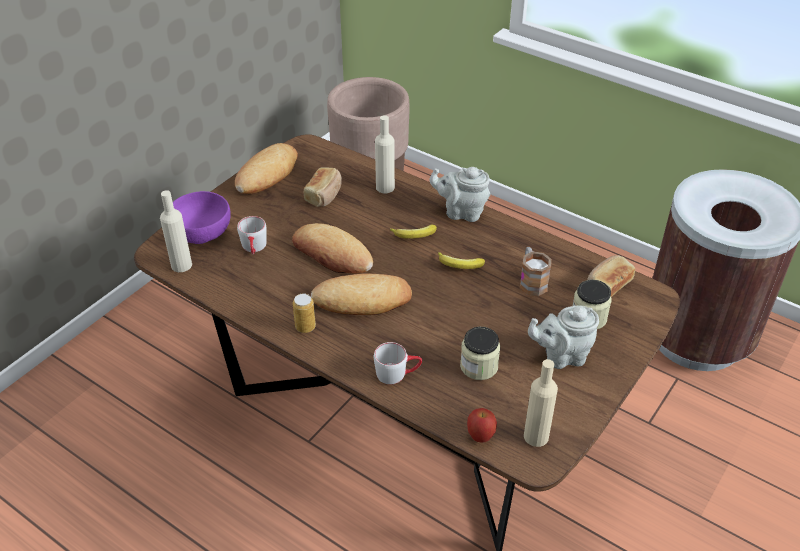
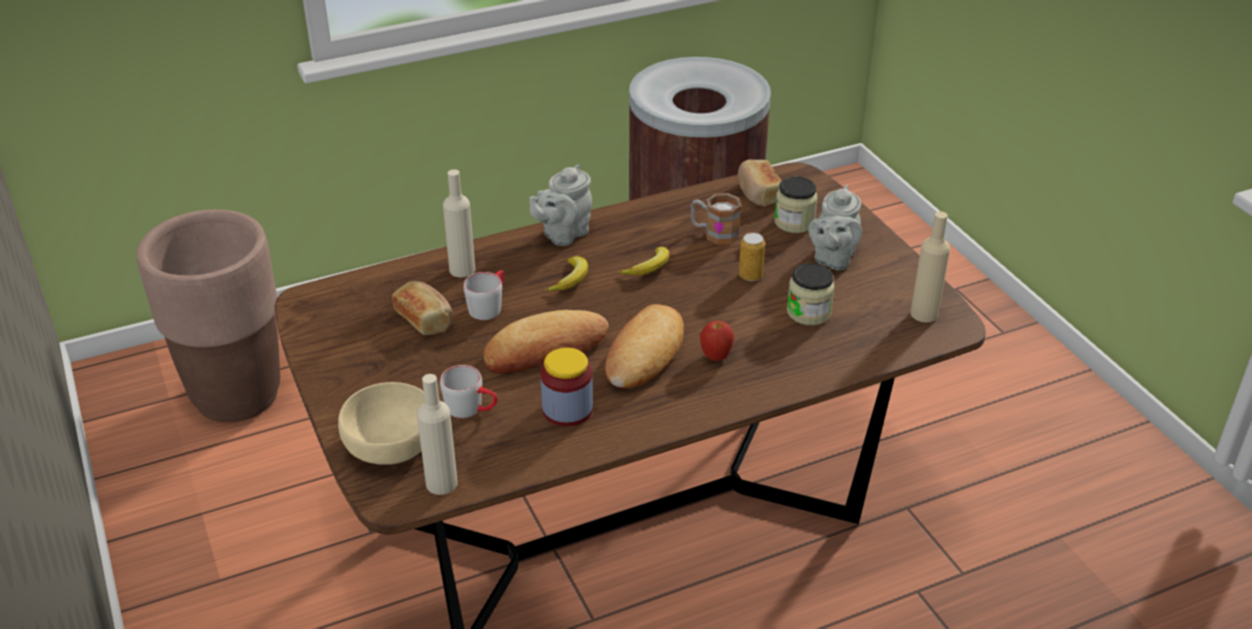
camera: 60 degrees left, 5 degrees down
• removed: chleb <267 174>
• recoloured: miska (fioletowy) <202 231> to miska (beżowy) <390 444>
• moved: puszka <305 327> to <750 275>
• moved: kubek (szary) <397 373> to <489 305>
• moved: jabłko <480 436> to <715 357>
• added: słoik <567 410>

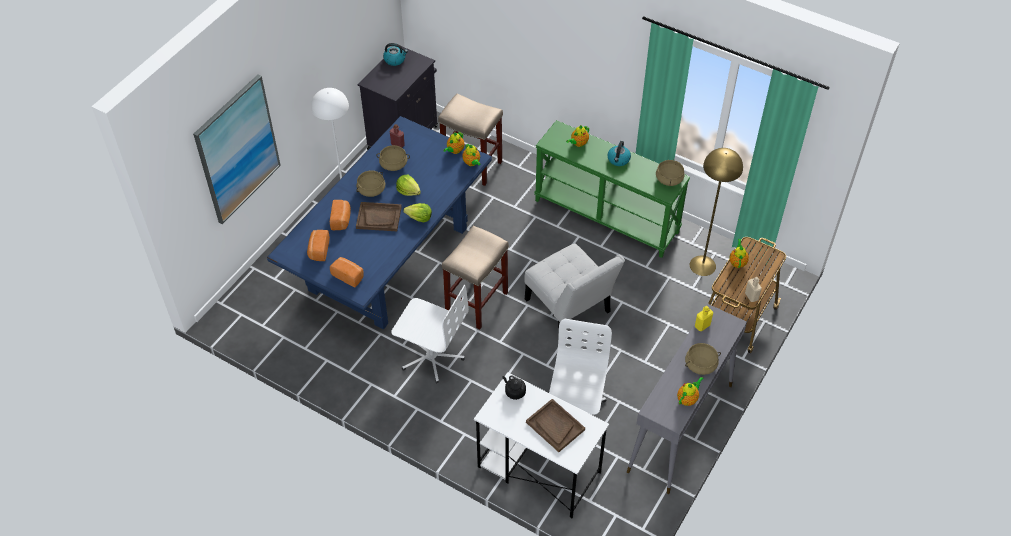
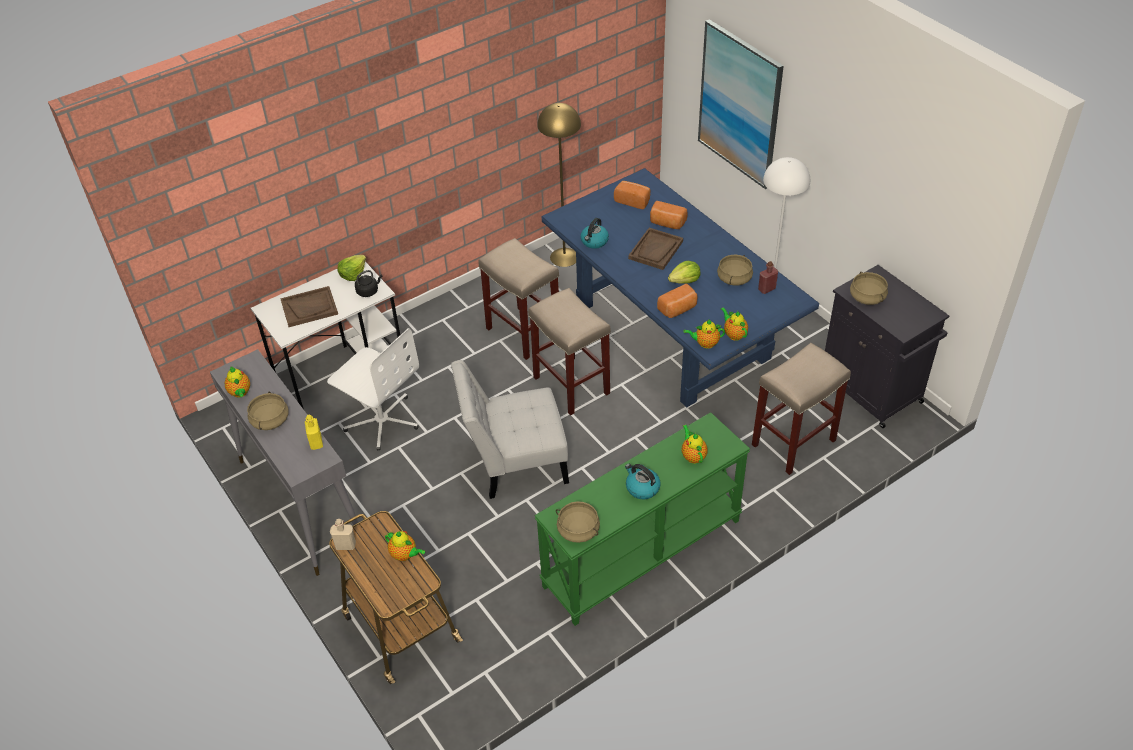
camera: 115 degrees right, 5 degrees down
• moved: czajnik <395 59> to <594 242>
• moved: lampa stojąca (żółty) <702 265> to <564 257>
• moved: garnek (beżowy) <371 189> to <867 297>
• moved: sałata <419 218> to <353 274>
• moved: chleb <348 276> to <678 309>
• replaced: krzesło biurowe (biały) <432 356> to stołek (beżowy) <522 332>

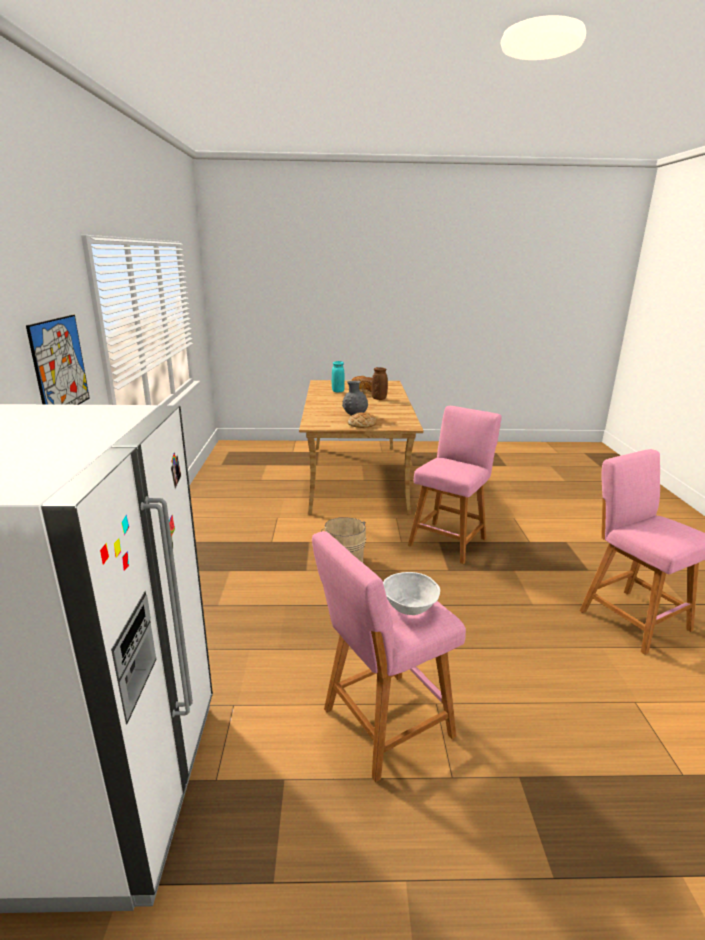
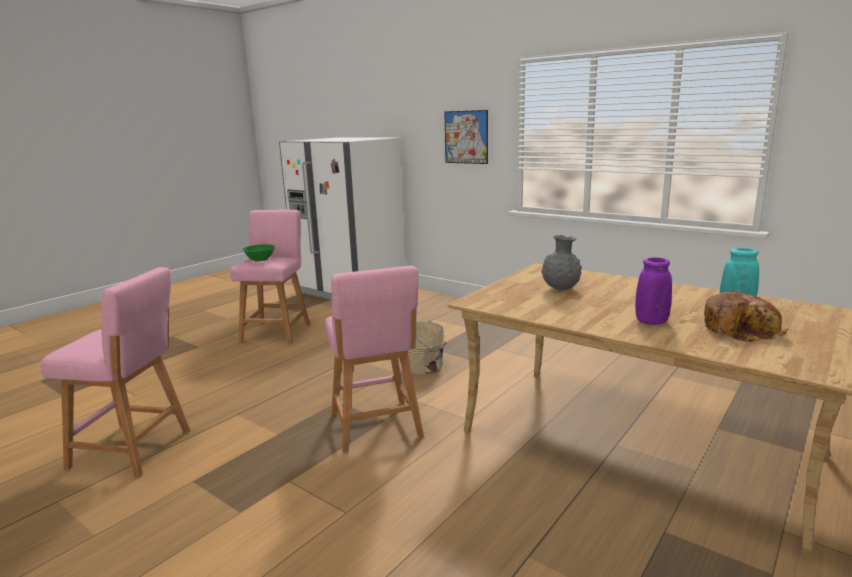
camera: 130 degrees right, 5 degrees down
• recoloured: wazon (brązowy) <379 399> to wazon (fioletowy) <651 322>
• removed: chleb <362 424>
• recoloured: miska (biały) <410 607> to miska (zielony) <259 259>

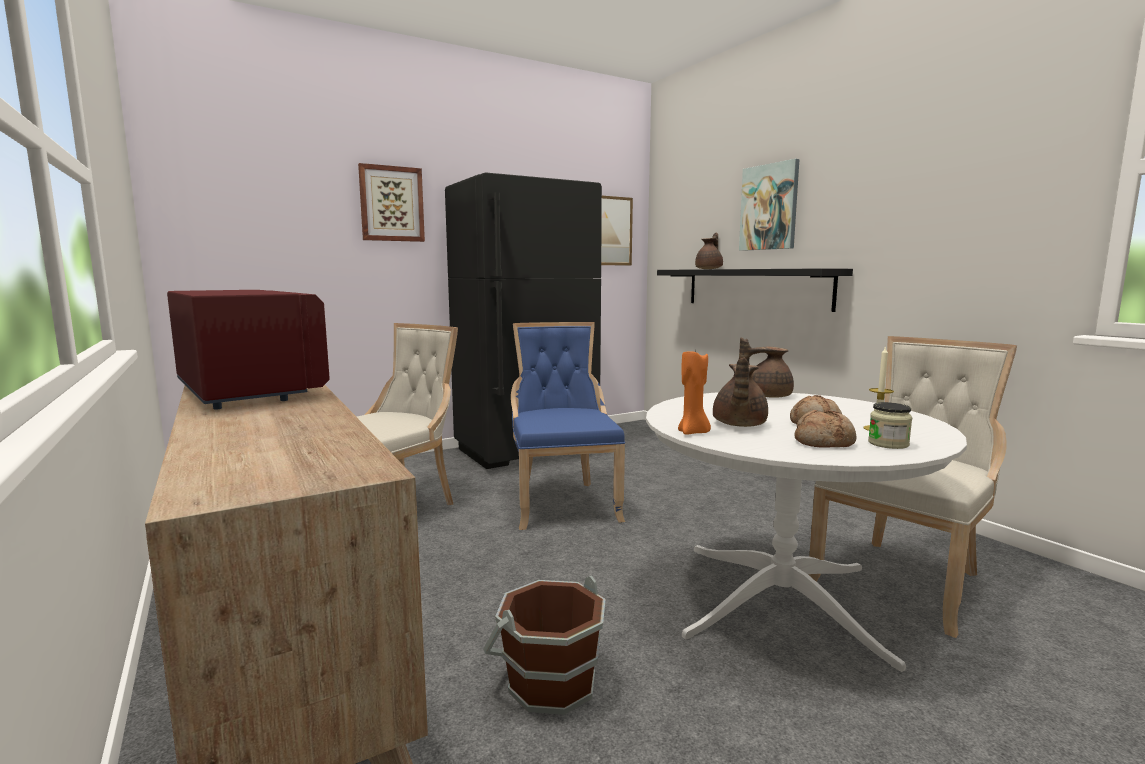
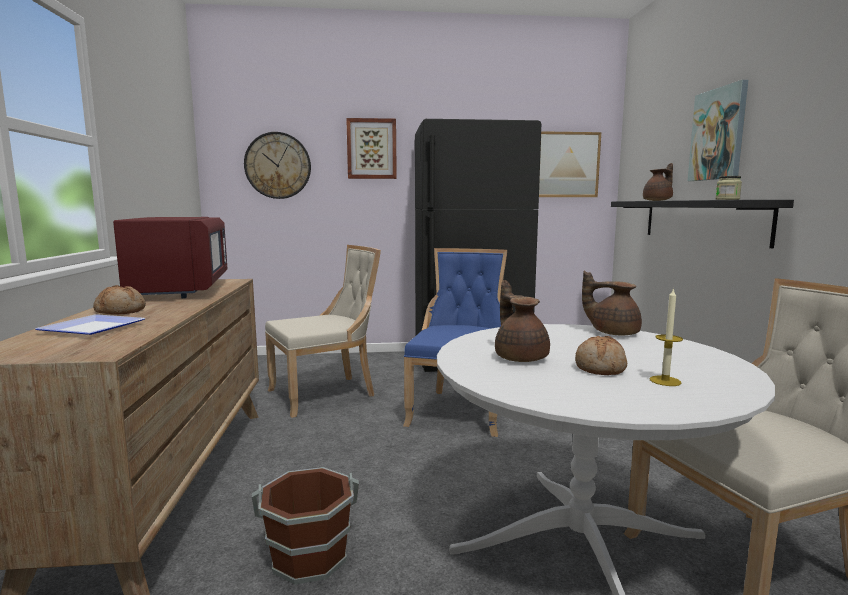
camera: 25 degrees right, 0 degrees up
• removed: świeca (pomarańczowy) <693 433>
• turned: imbryk (brązowy) <738 425> = <520 357> 120 degrees clockwise
• moved: słoik <888 444> to <727 199>
• moved: chleb <824 442> to <121 311>
• added: zegar ścienny <278 165>
• added: talerz <92 329>

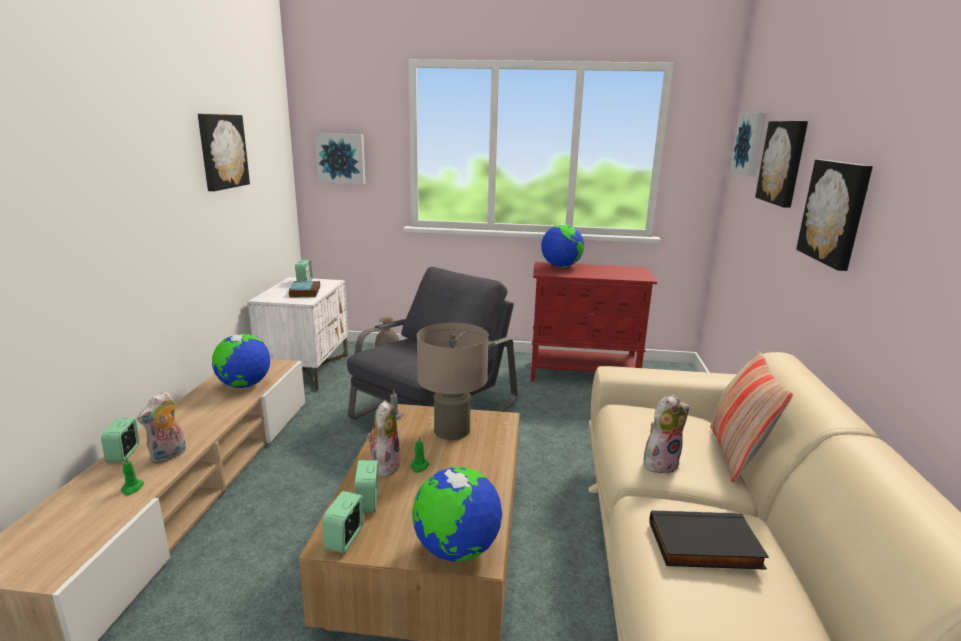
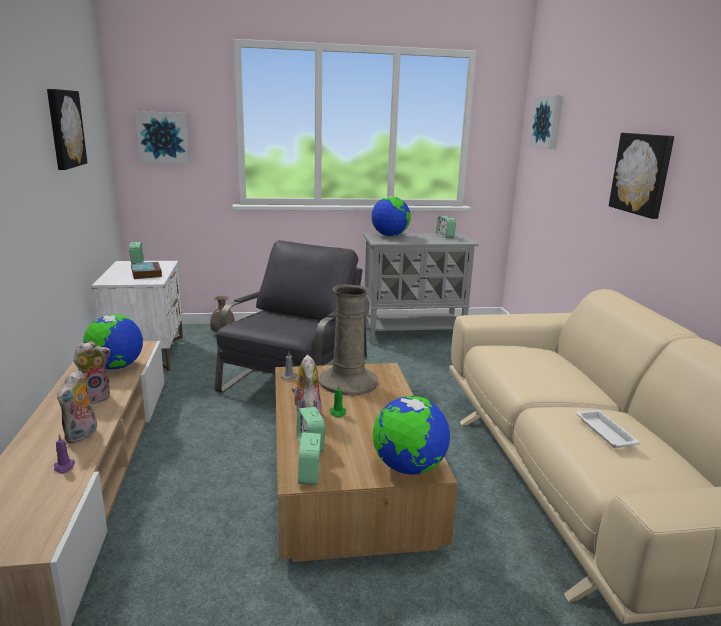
camera: 15 degrees left, 0 degrees up
• removed: obraz <783 162>
• recoloured: szafka (czerwony) <584 374> to szafka (szary) <414 334>
• replaced: lampa stołowa (beżowy) <452 430> to wazon (beżowy) <348 382>
• removed: poduszka <737 455>
• moved: pluszak <660 463> to <94 397>
• moved: budzik <124 454> to <445 236>
• recoloured: świeca (zielony) <132 488> to świeca (fioletowy) <64 467>
• replaced: książka (czarny) <704 546> to taca (biały) <604 431>

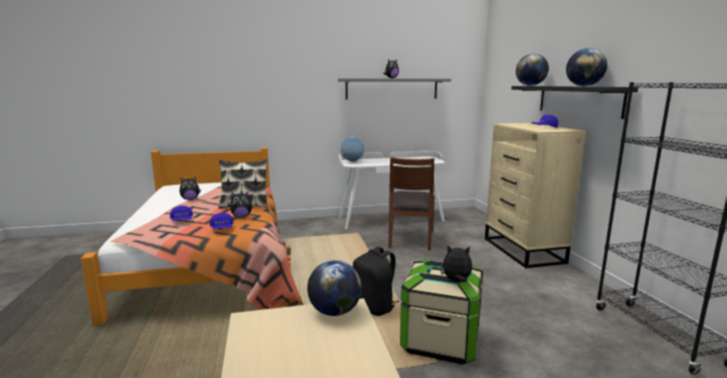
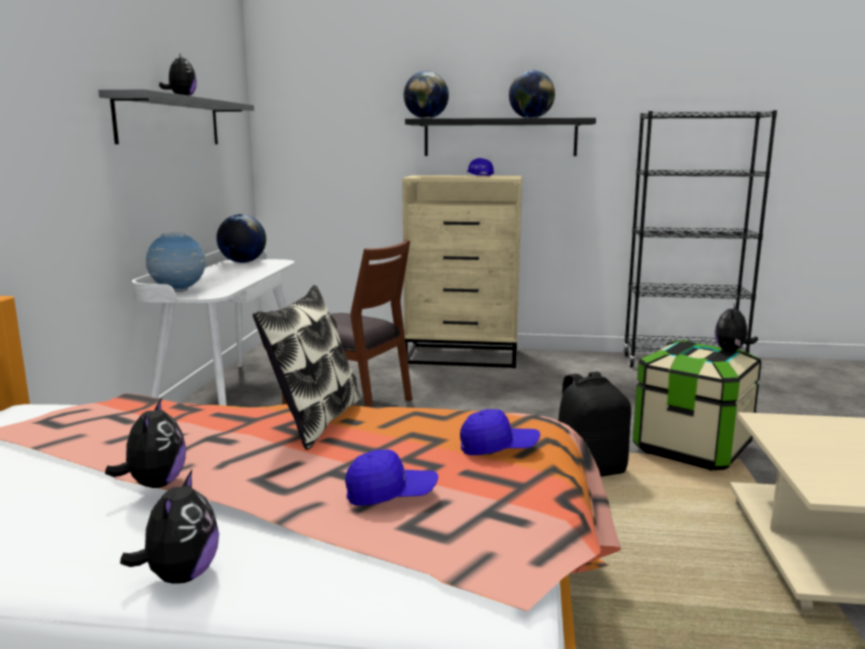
camera: 70 degrees left, 0 degrees up
• moved: pluszak <241 217> to <180 576>
• moved: globus <334 312> to <243 262>

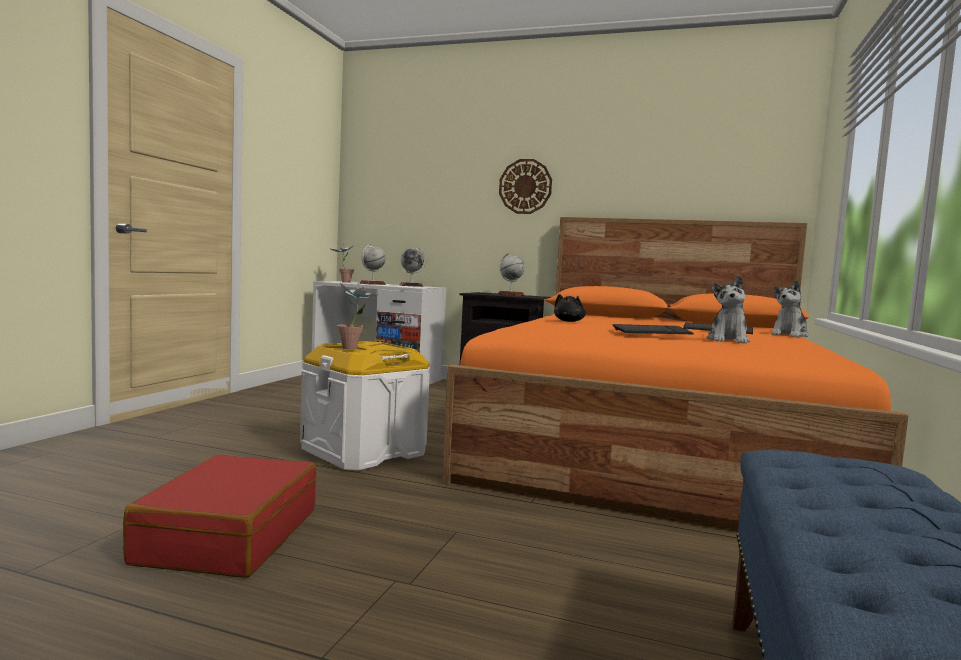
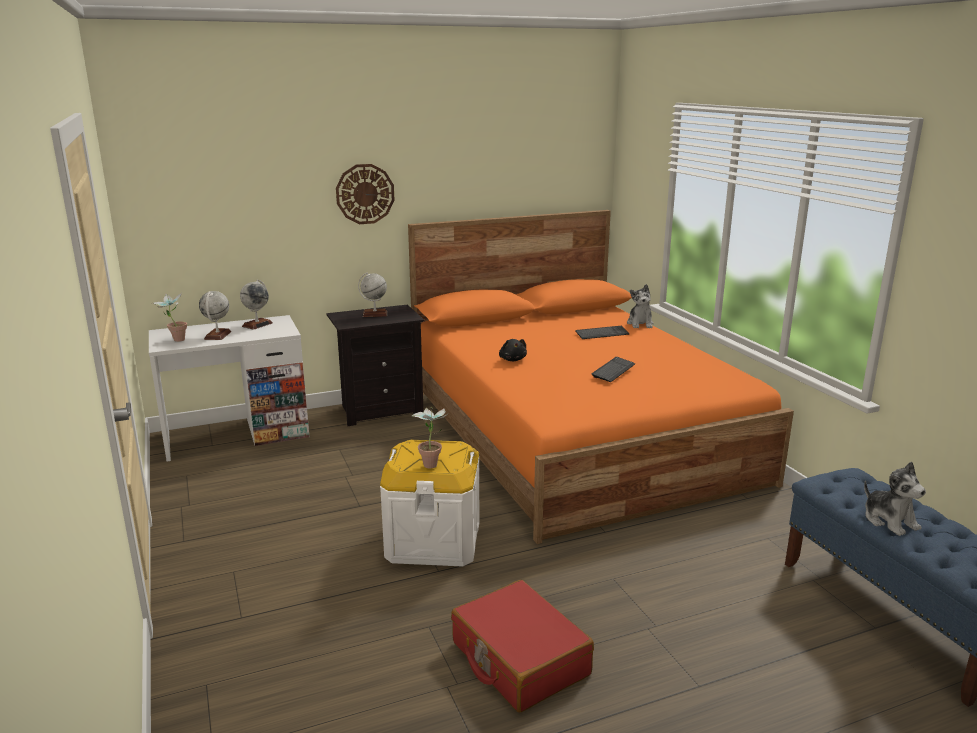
camera: 40 degrees left, 15 degrees up
• moved: pluszak <728 340> to <889 521>

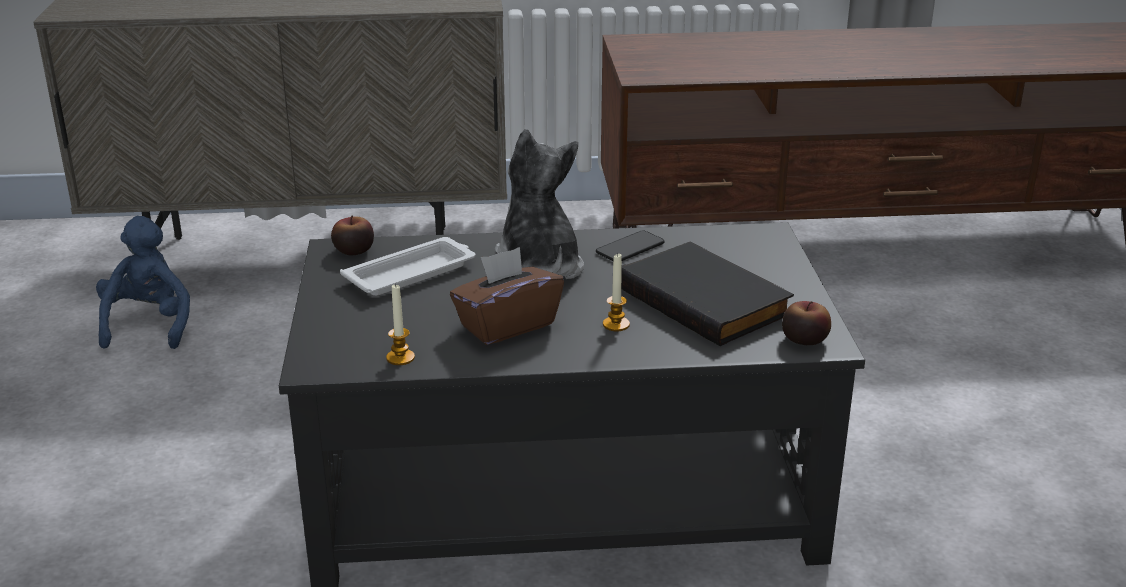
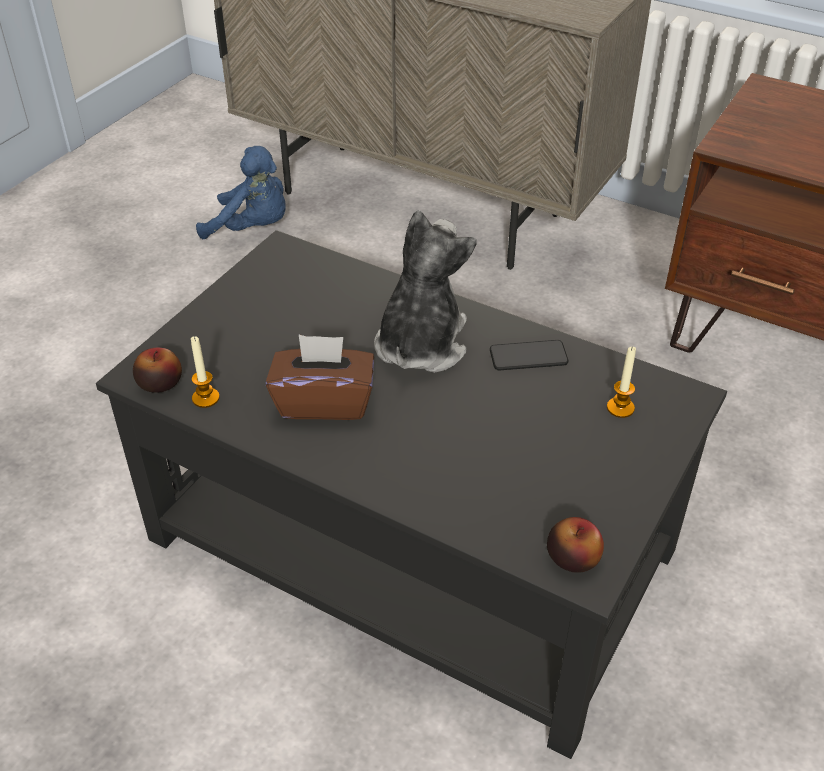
camera: 35 degrees right, 15 degrees up
• turned: pluszak (niebieski) <149 325> = <252 228> 75 degrees clockwise
• moved: jabłko <353 250> to <160 383>
• removed: taca (biały) <412 273>
• removed: książka (czarny) <706 300>
• moved: świeca <616 324> to <620 408>

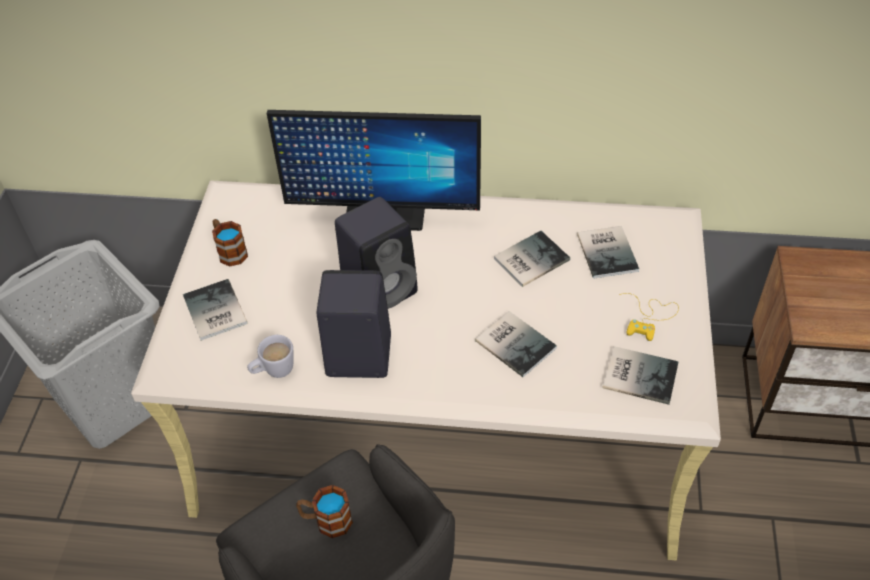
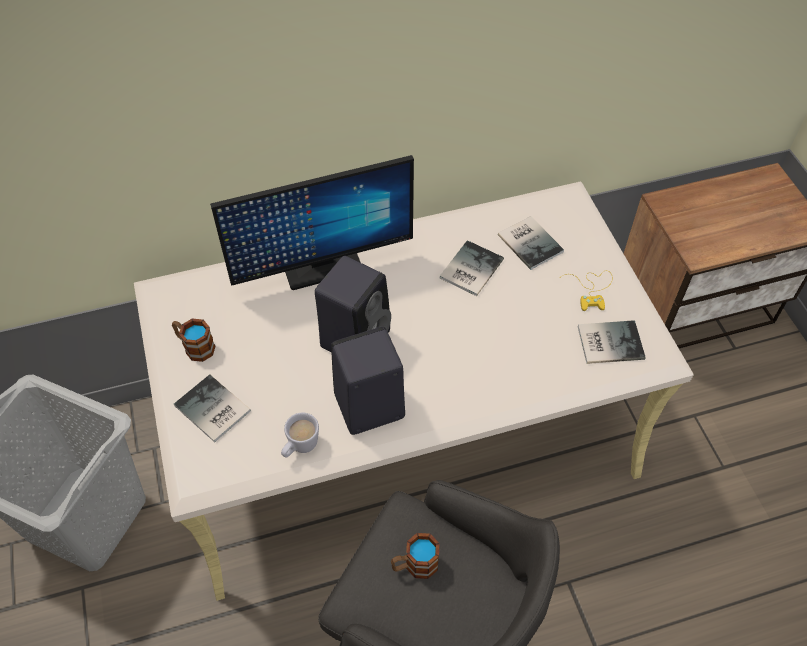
camera: 25 degrees left, 5 degrees up
• removed: książka <515 342>

